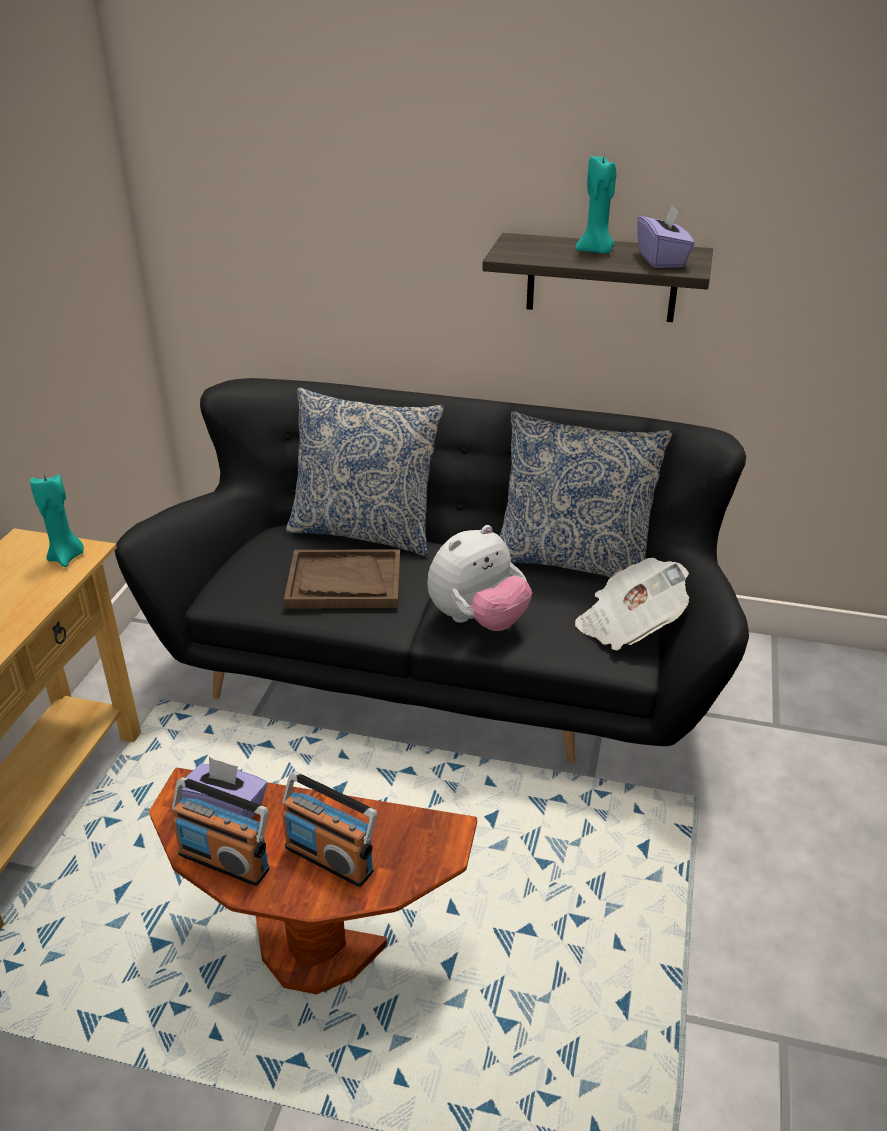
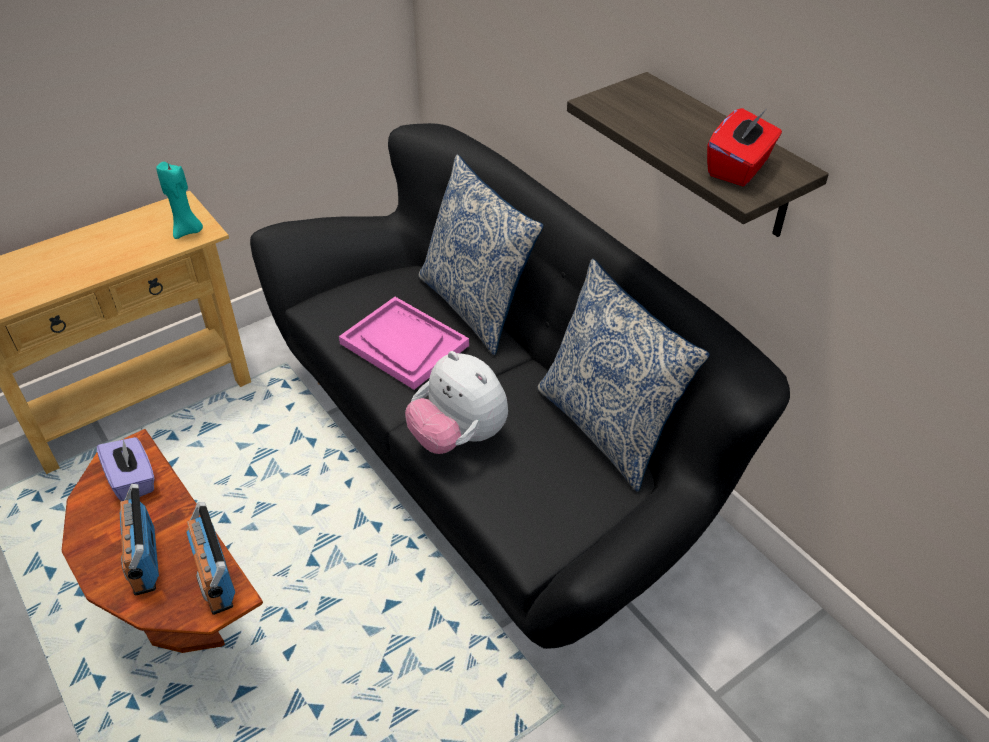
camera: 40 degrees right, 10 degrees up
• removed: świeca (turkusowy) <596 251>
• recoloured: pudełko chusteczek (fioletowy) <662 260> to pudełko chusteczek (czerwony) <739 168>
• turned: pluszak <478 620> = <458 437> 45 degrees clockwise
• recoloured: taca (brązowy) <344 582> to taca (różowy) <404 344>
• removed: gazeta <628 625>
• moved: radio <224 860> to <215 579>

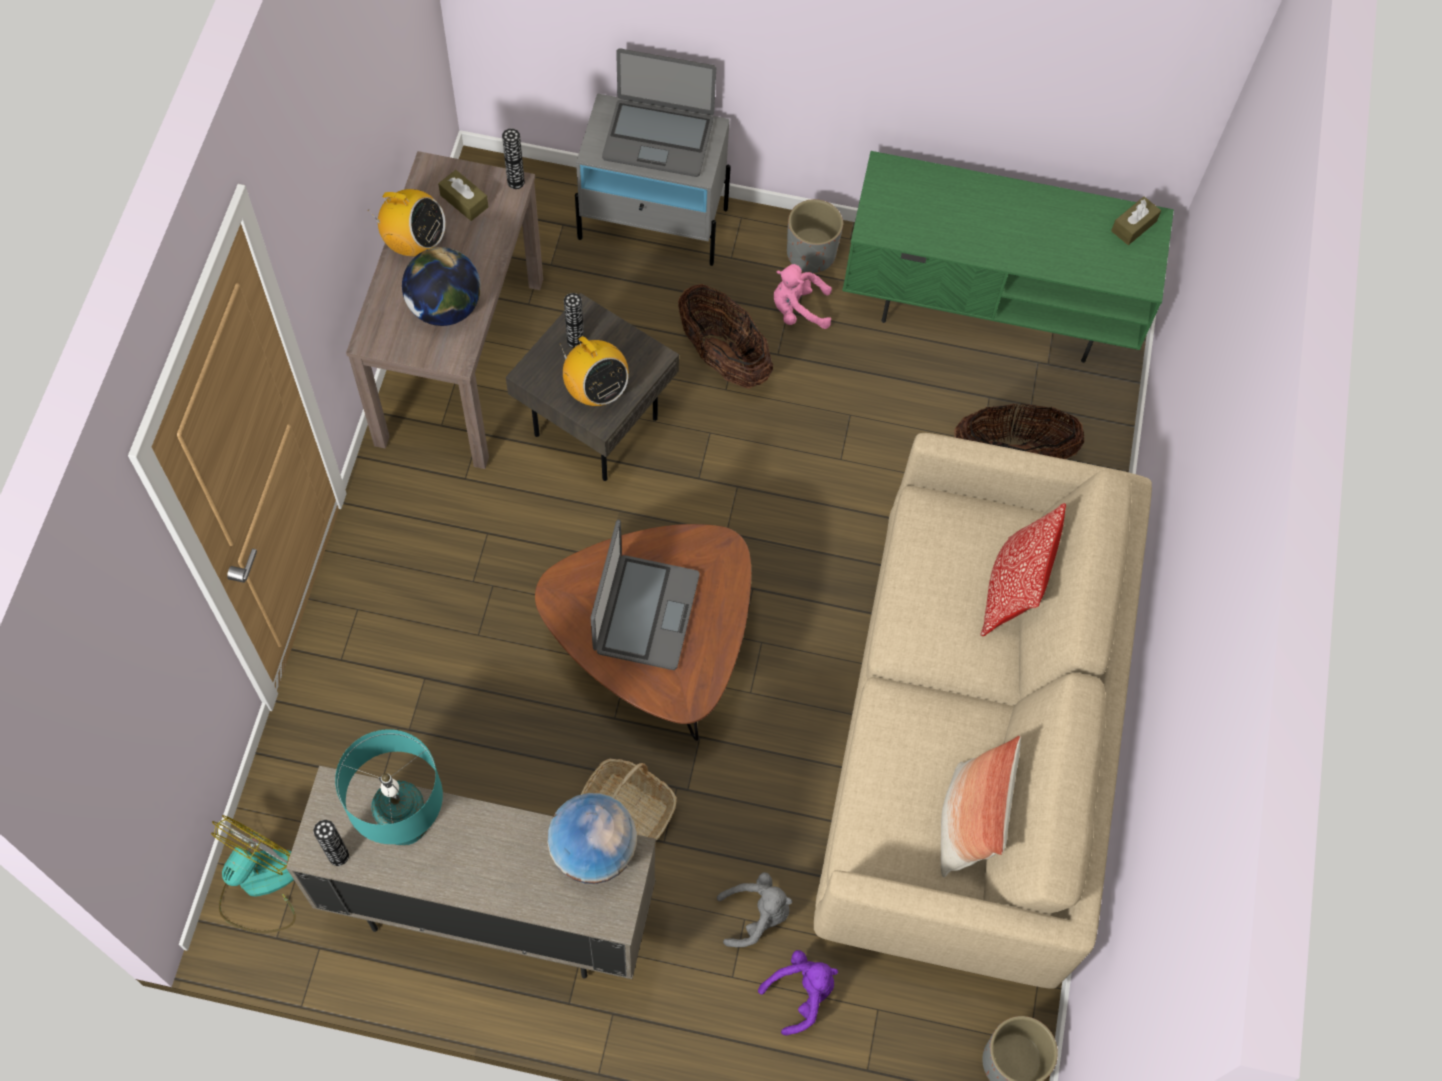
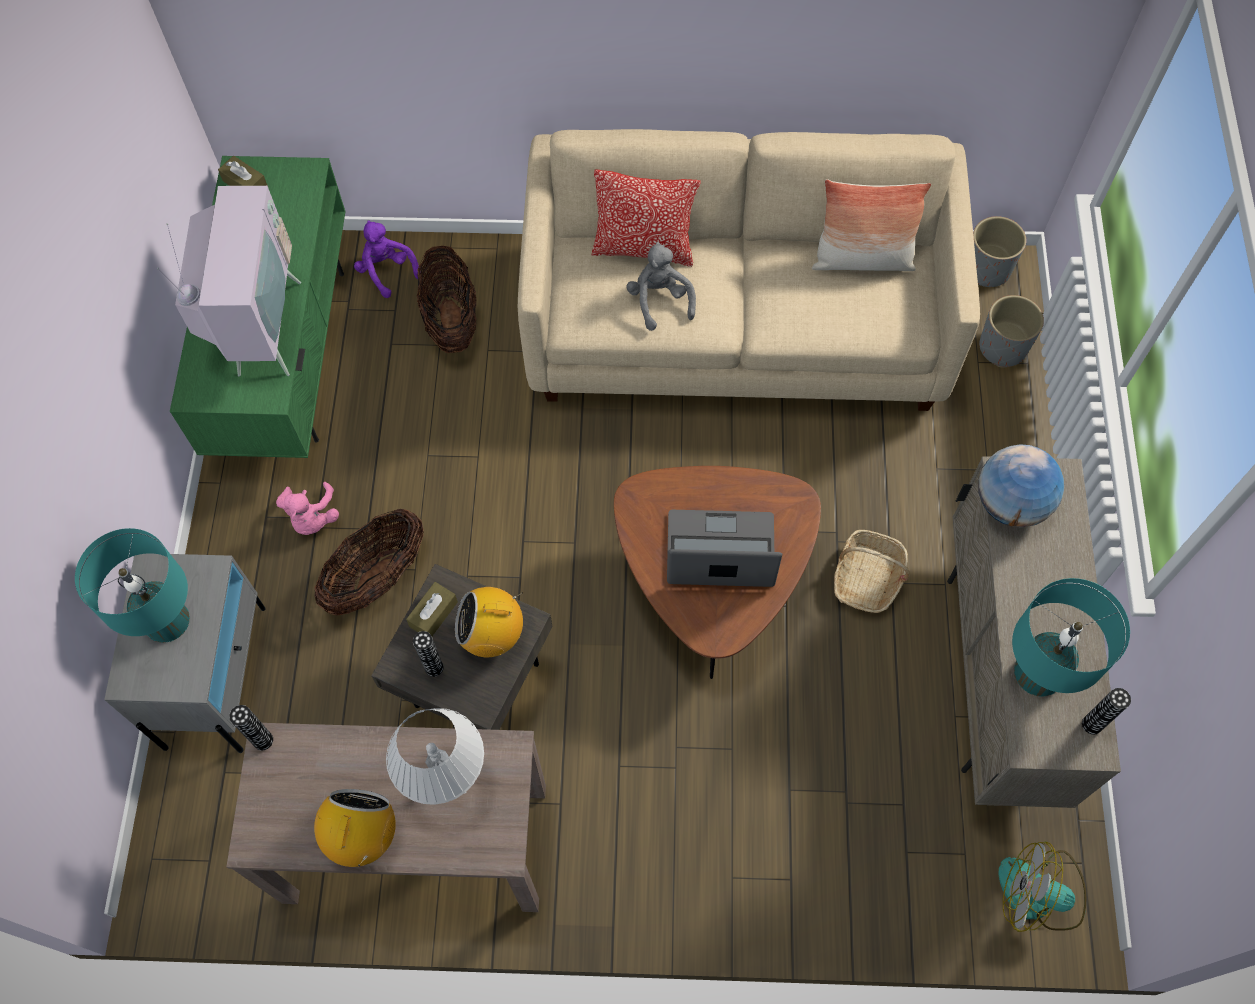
camera: 95 degrees left, 0 degrees up
• replaced: laptop <658 138> to lampa stołowa (turkusowy) <166 620>
• moved: pudełko chusteczek (brązowy) <464 201> to <433 614>
• moved: donica (szary) <810 254> to <1003 347>
• replaced: globus <445 308> to lampa stołowa (biały) <447 779>
• turned: radio <596 390> = <492 635> 135 degrees counterclockwise
• moved: pluszak (szary) <756 915> to <660 300>
• moved: pluszak (fioletowy) <801 993> to <387 271>
• added: telewizor <259 327>

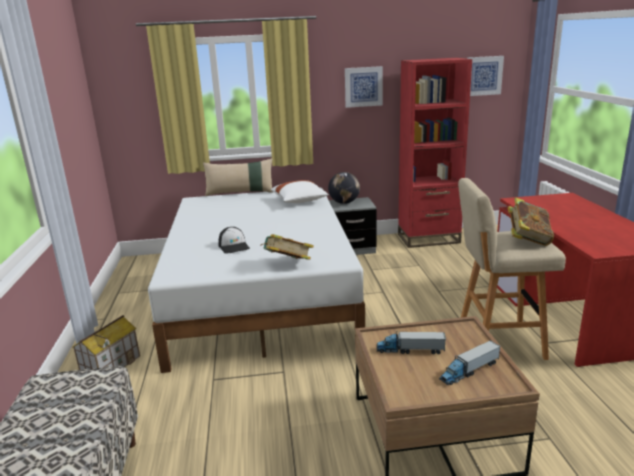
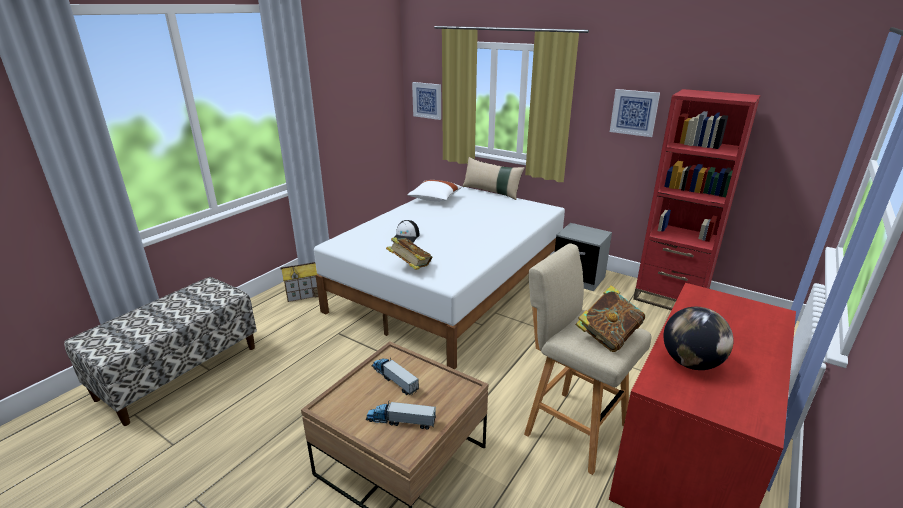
camera: 40 degrees right, 5 degrees up
• moved: obraz <483 76> to <427 100>
• moved: globus <344 203> to <691 363>
• moved: poduszka (biały) <299 201> to <434 199>

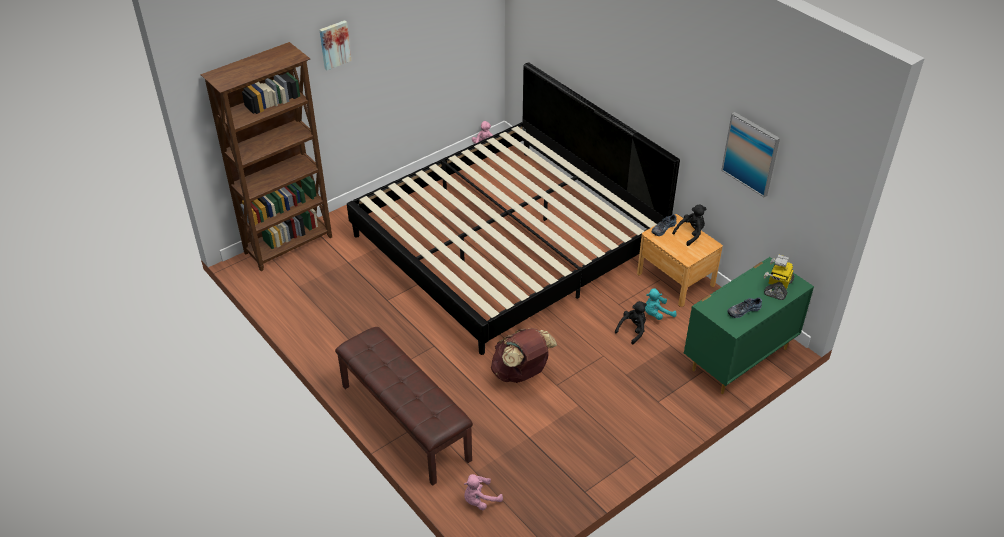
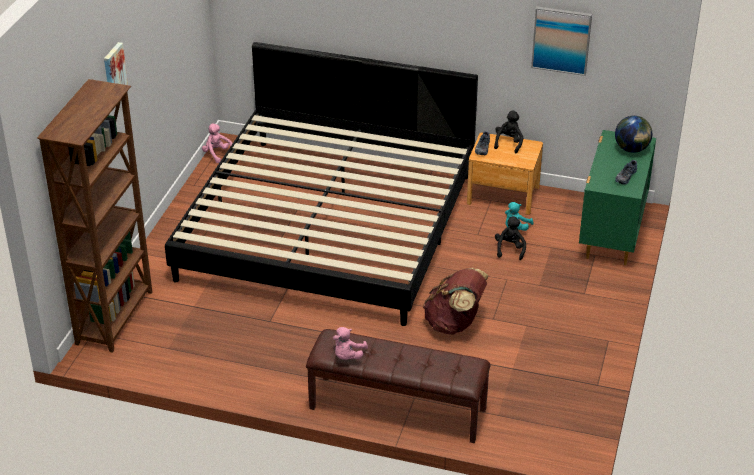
camera: 35 degrees left, 5 degrees down
• replaced: robot zabawkowy <777 287> to globus <631 149>
• moved: pluszak (różowy) <480 500> to <348 356>

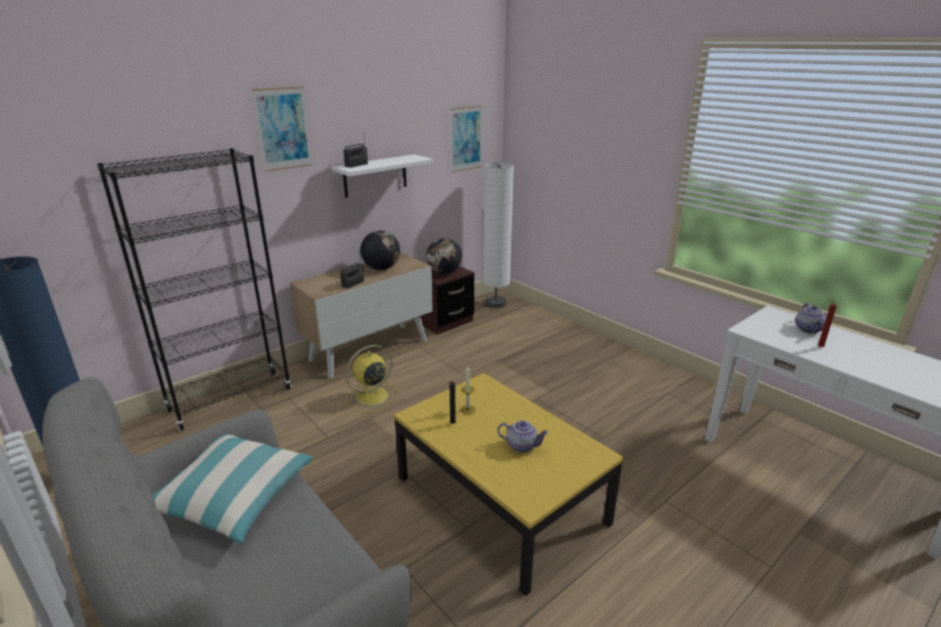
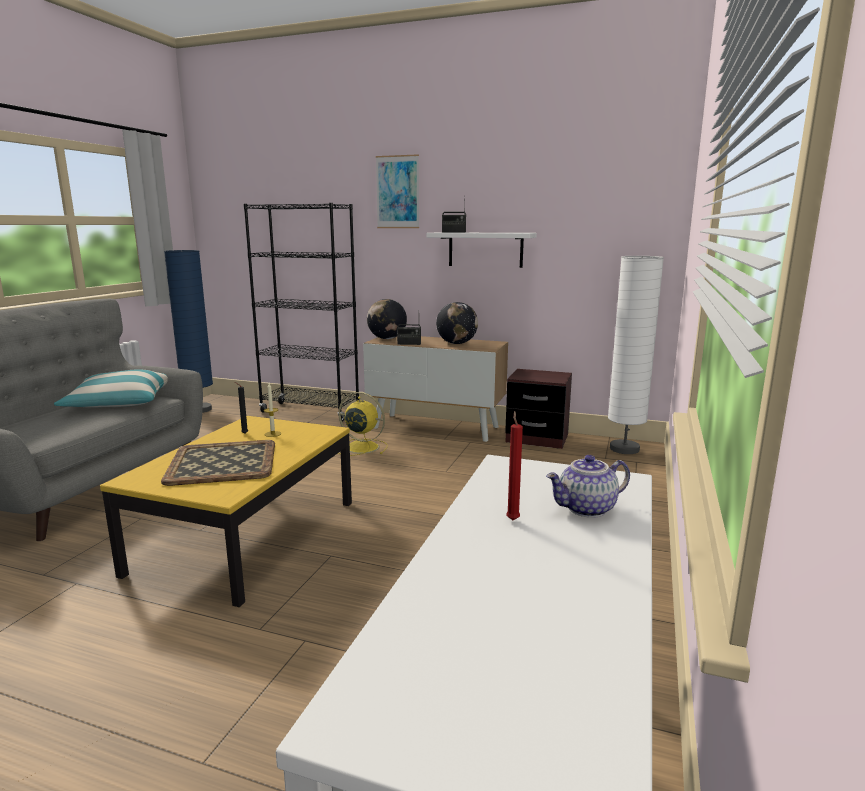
camera: 60 degrees right, 10 degrees down
• removed: obraz <466 138>
• moved: globus <444 273> to <387 338>
• replaced: imbryk <522 445> to taca <224 462>

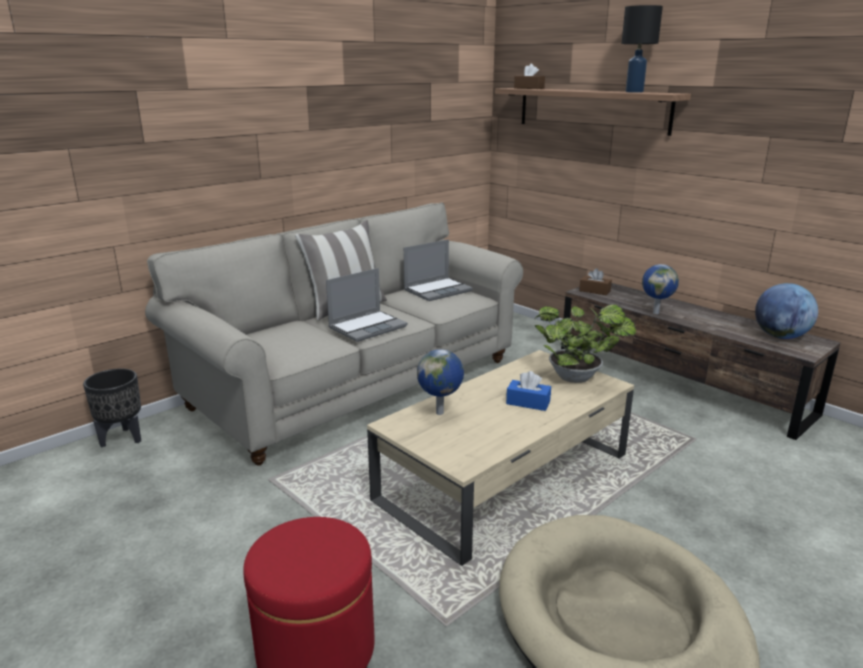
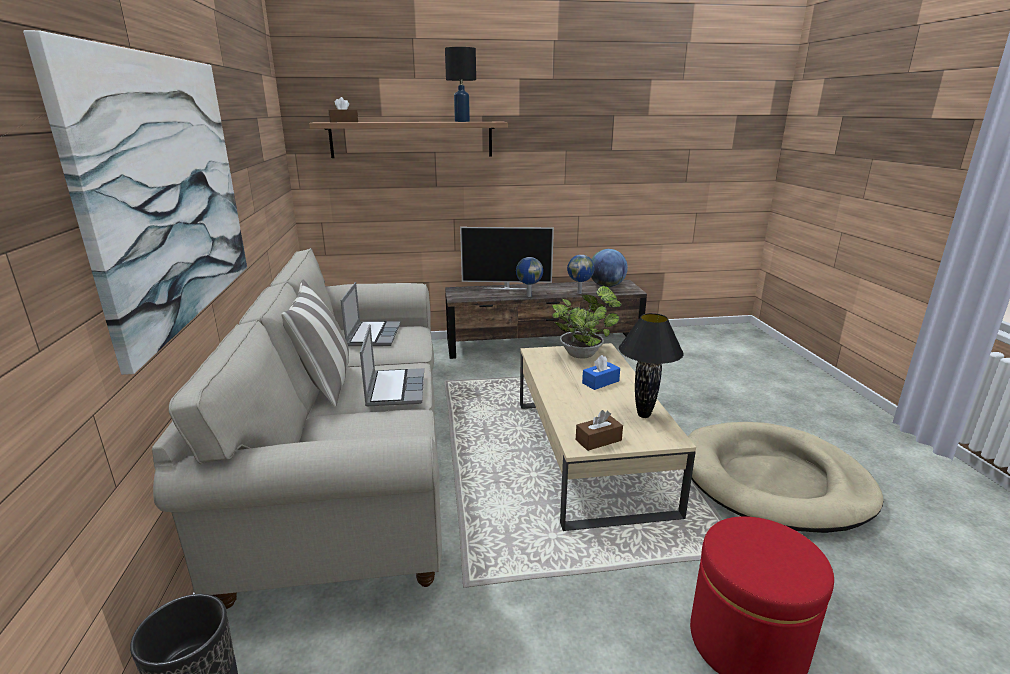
camera: 55 degrees left, 0 degrees up
• moved: pudełko chusteczek (brązowy) <594 291> to <598 440>
• moved: globus <441 413> to <579 293>
• added: obraz <168 191>
• added: telewizor <506 288>
• added: lampa stołowa (czarny) <643 415>

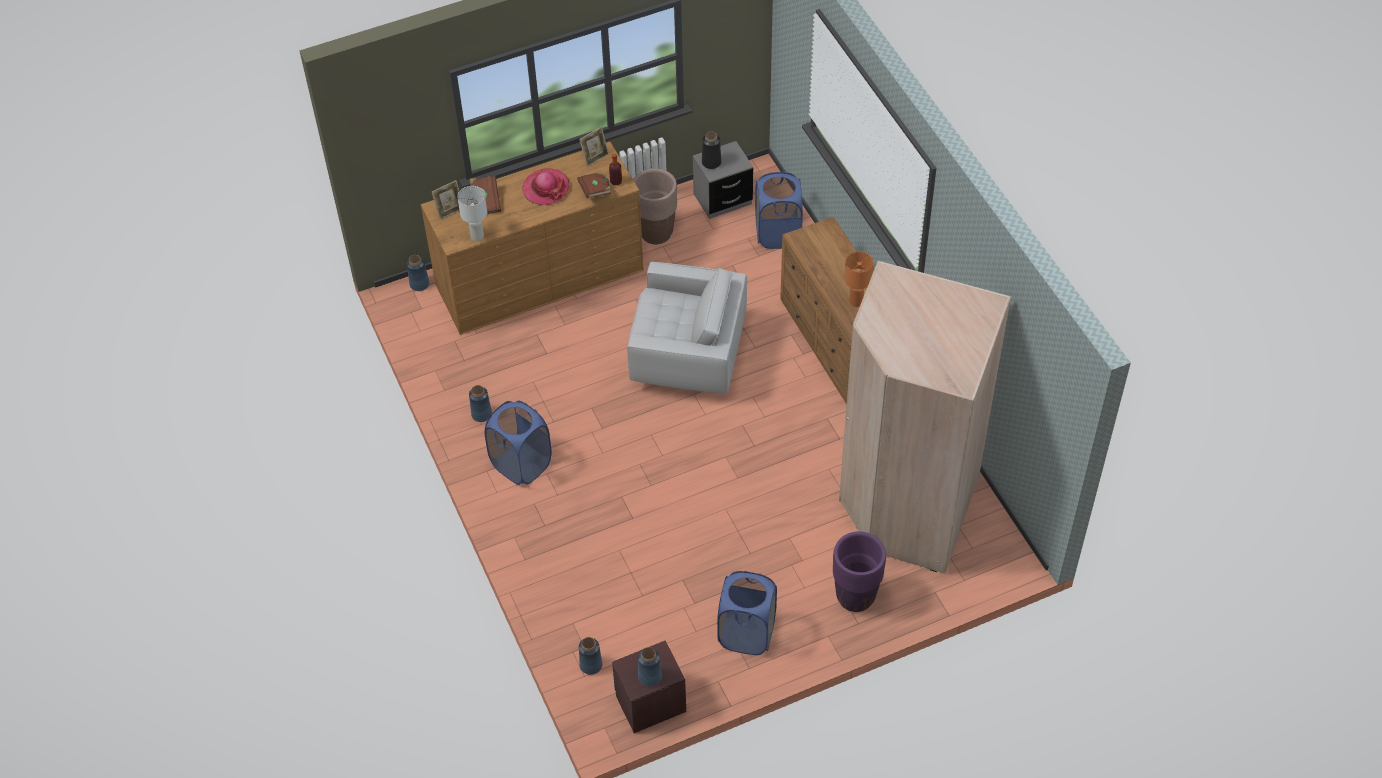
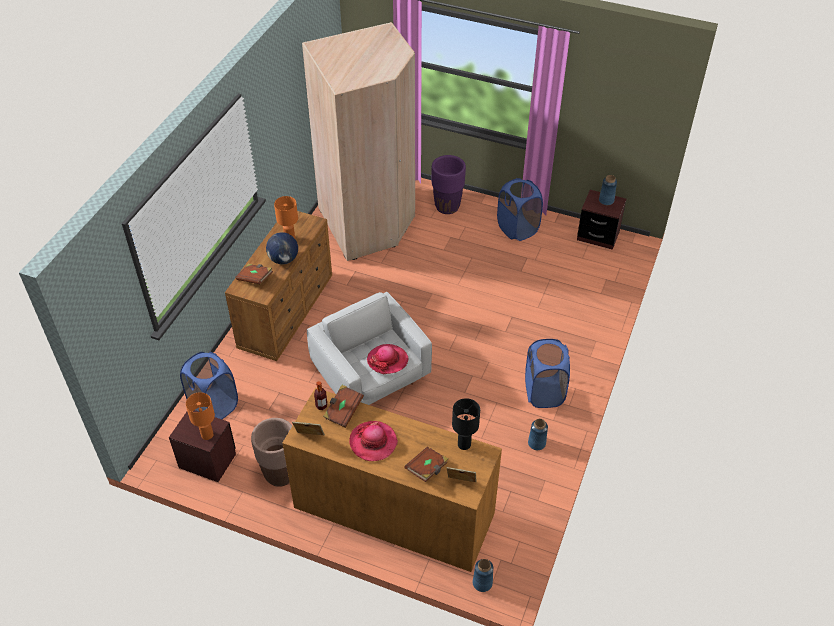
camera: 135 degrees left, 5 degrees down
• replaced: wazon (czarny) <711 162> to lampa stołowa (pomarańczowy) <207 434>
• recoloured: szafka nocna (szary) <722 199> to szafka nocna (brązowy) <207 460>
• recoloured: lampa stołowa (biały) <477 236> to lampa stołowa (czarny) <464 444>
• removed: wazon (niebieski) <590 665>
• added: globus <284 259>
• added: książka (brązowy) <255 278>
• added: kapelusz <387 360>

